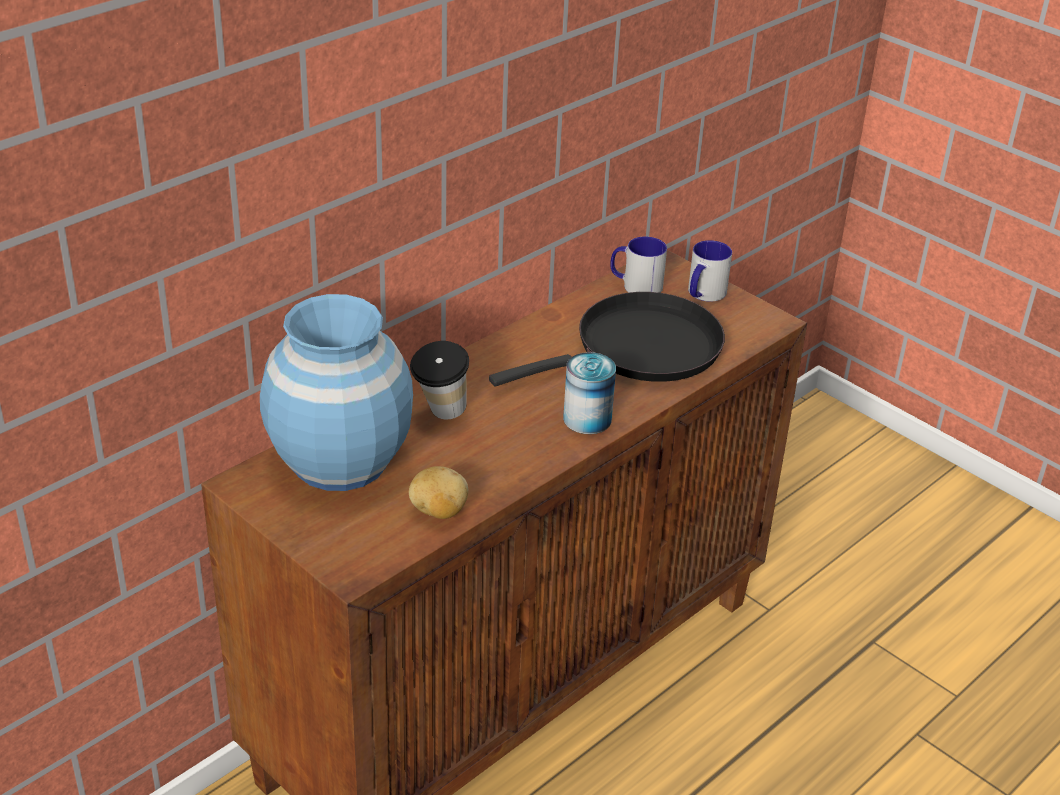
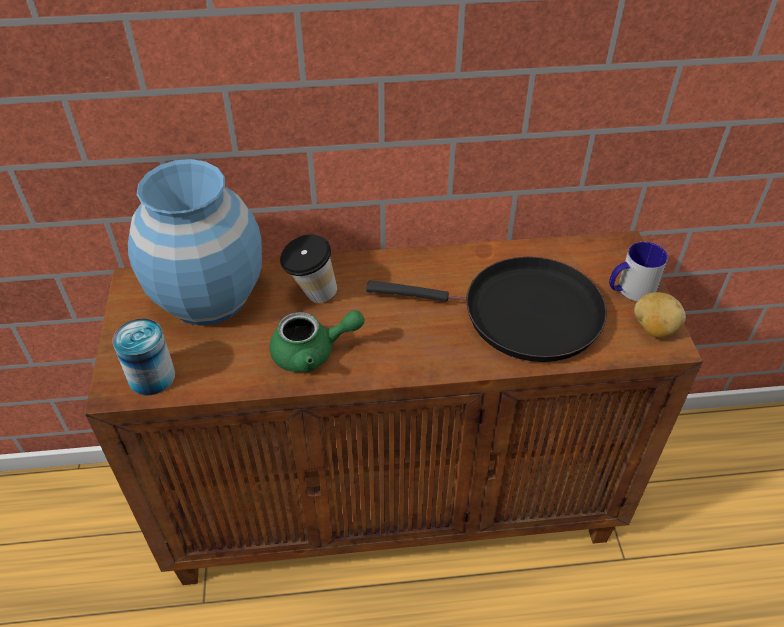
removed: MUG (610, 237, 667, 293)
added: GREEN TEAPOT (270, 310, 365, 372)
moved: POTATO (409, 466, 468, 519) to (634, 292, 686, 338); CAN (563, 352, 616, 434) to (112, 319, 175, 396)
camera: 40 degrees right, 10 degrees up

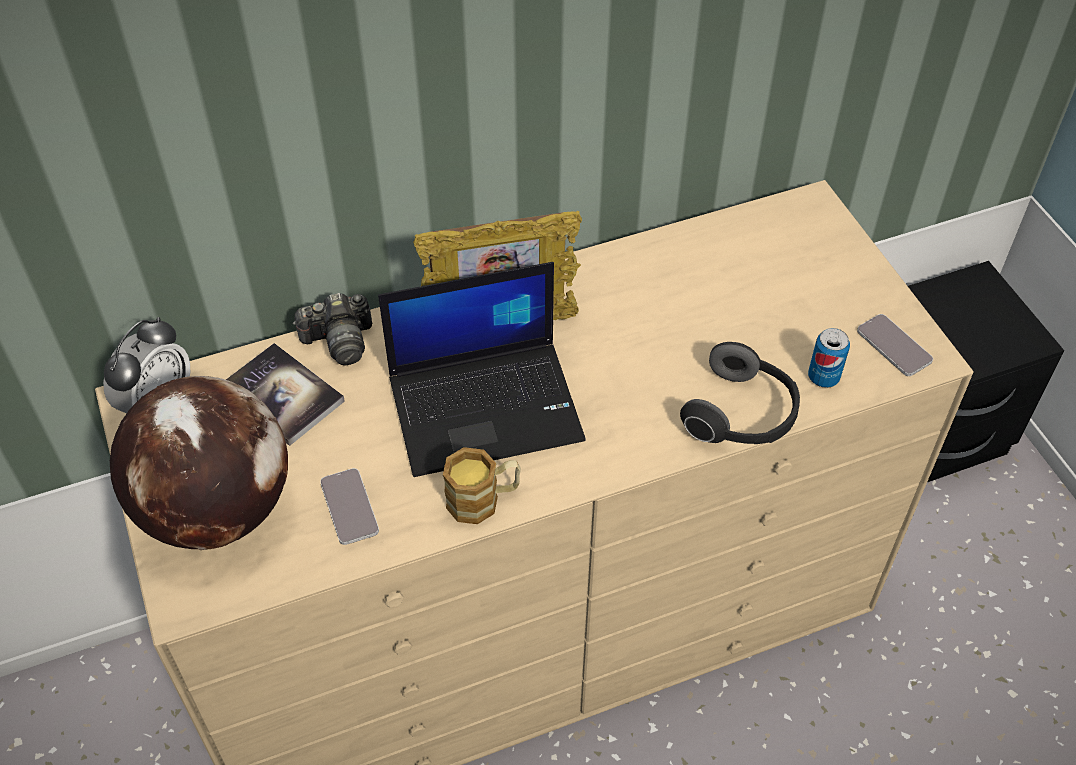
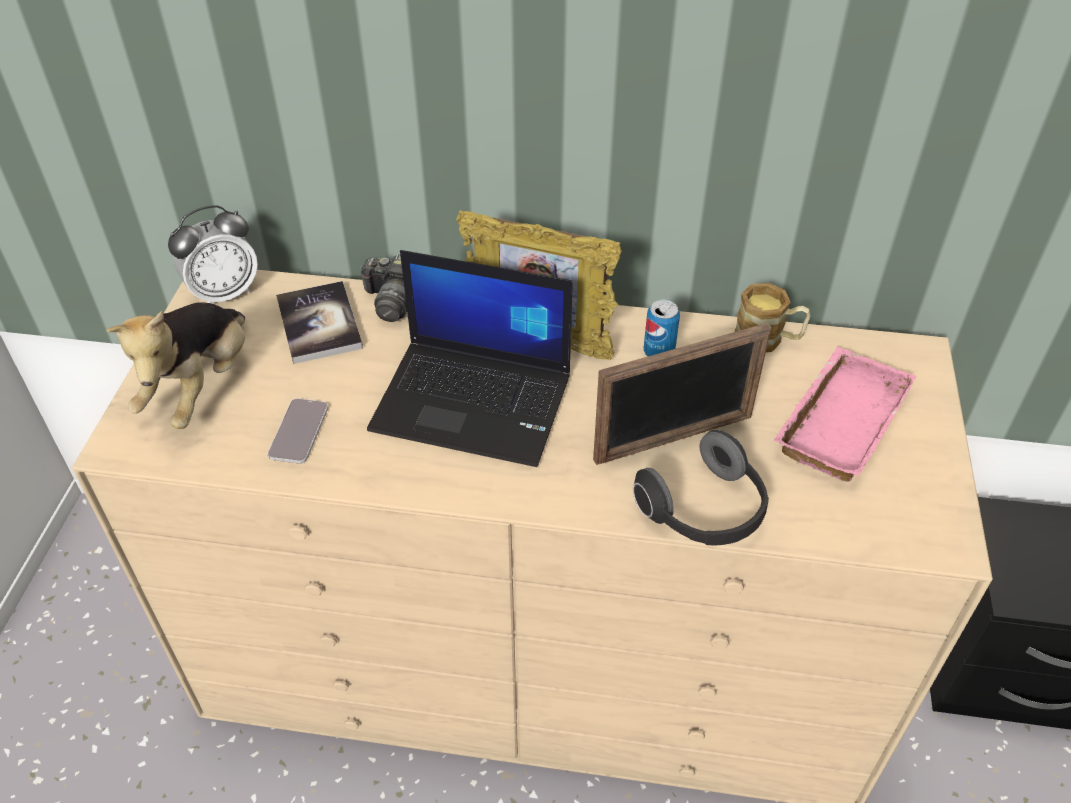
removed: PHONE (857, 314, 933, 376)
added: PICTURE FRAME (593, 323, 771, 465); PINK TRAY (774, 347, 916, 482)
moved: MUG (443, 447, 521, 524) to (734, 283, 811, 353); CAN (808, 328, 850, 388) to (644, 300, 680, 356)
replaced: GLOBE (110, 376, 288, 550) to PLUSH TOY (106, 302, 245, 429)
camera: 30 degrees right, 5 degrees down

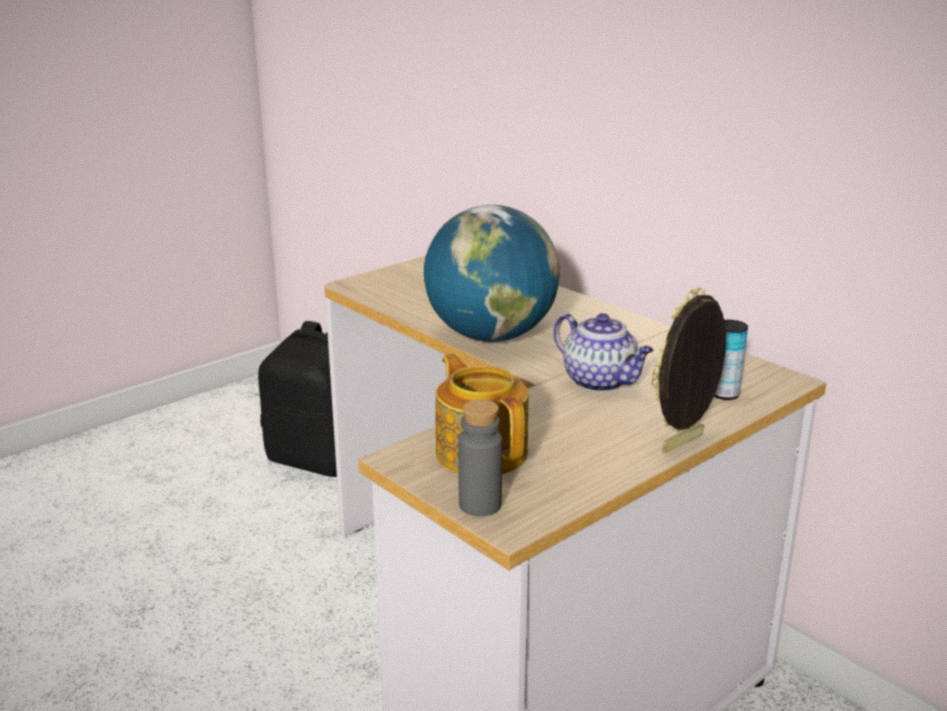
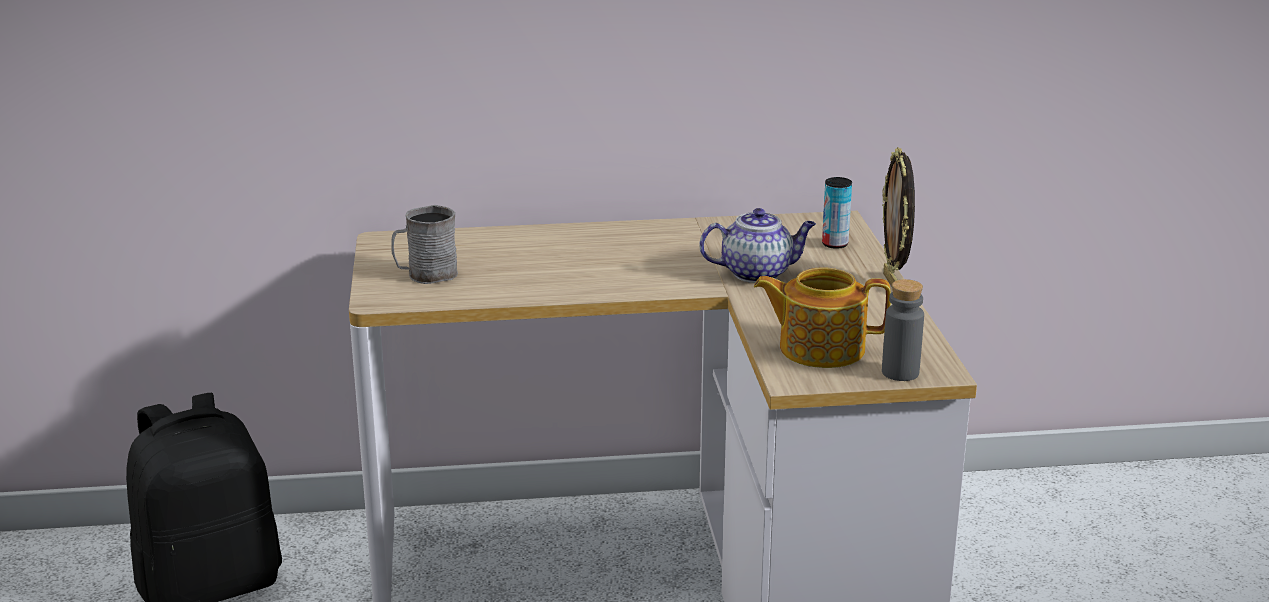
removed: GLOBE (424, 205, 560, 342)
added: GREY MUG (391, 205, 458, 284)
camera: 55 degrees left, 0 degrees up

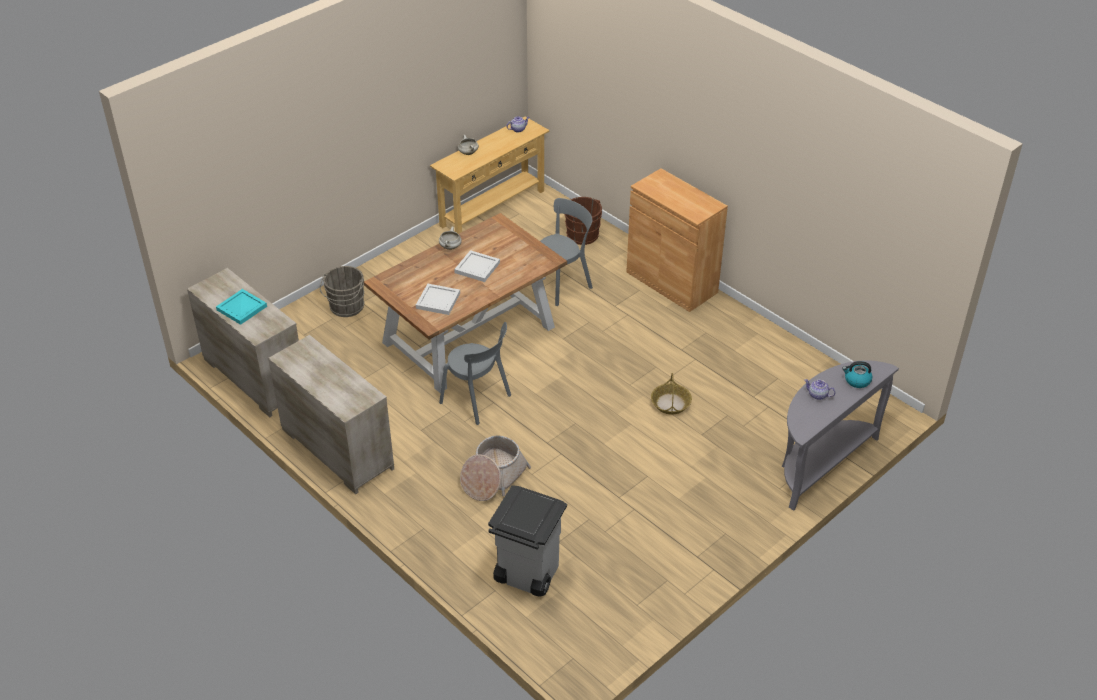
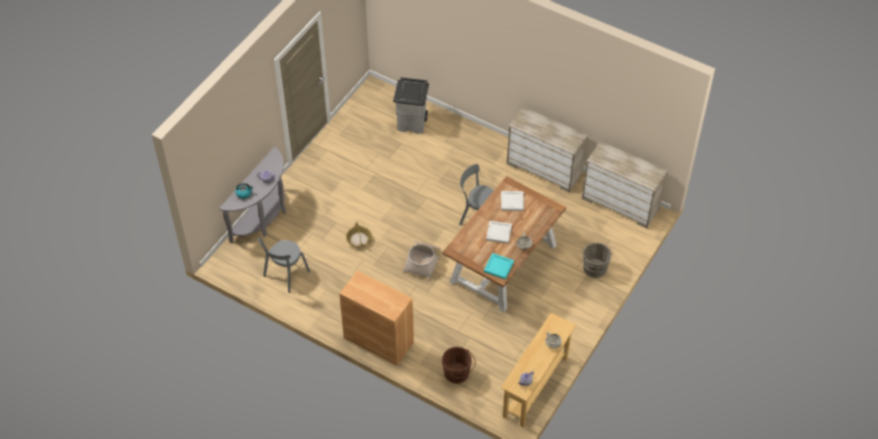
moved: TURQUOISE TRAY (216, 289, 267, 325) to (484, 253, 514, 279); BASKET (460, 436, 531, 501) to (403, 241, 441, 280); GREY CHAIR (540, 198, 593, 306) to (258, 236, 310, 293)
camera: 165 degrees right, 10 degrees up

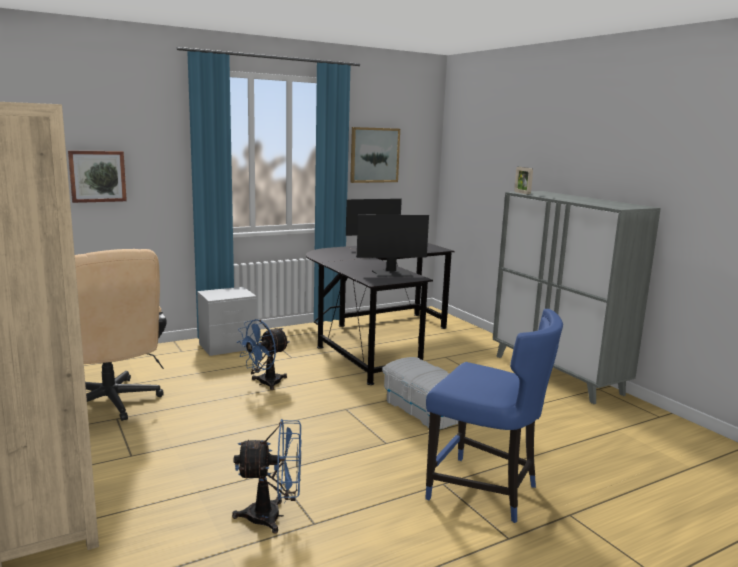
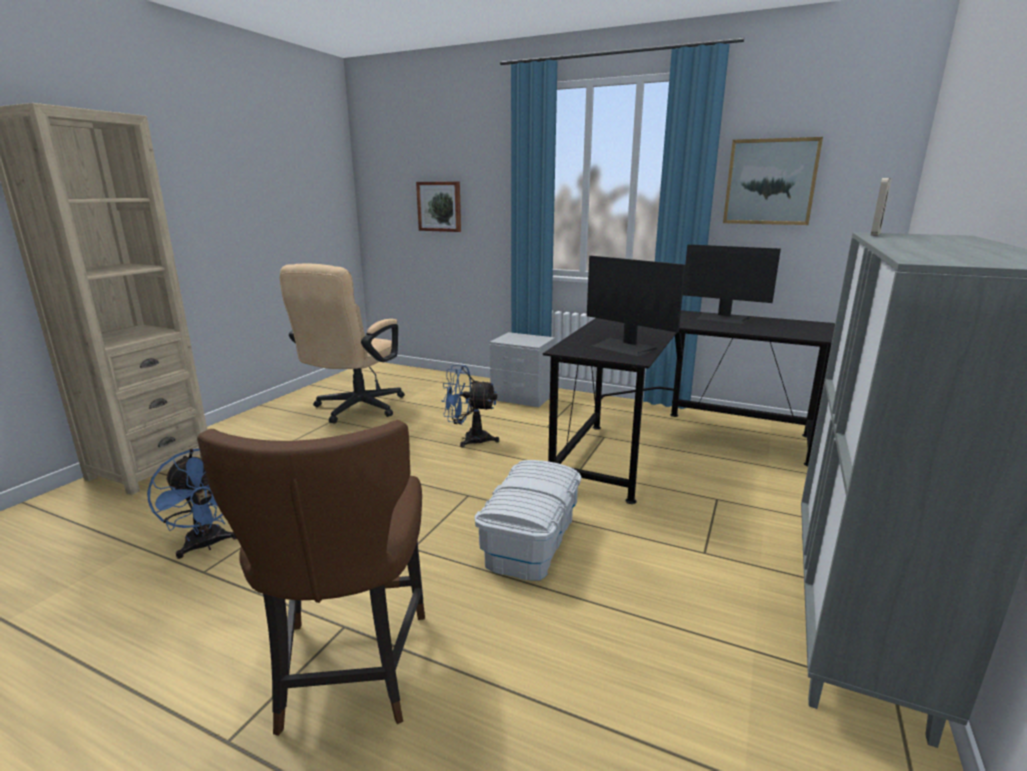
recoloured: BLUE CHAIR (425, 309, 563, 523) to BROWN CHAIR (197, 420, 425, 736)
camera: 55 degrees right, 5 degrees up

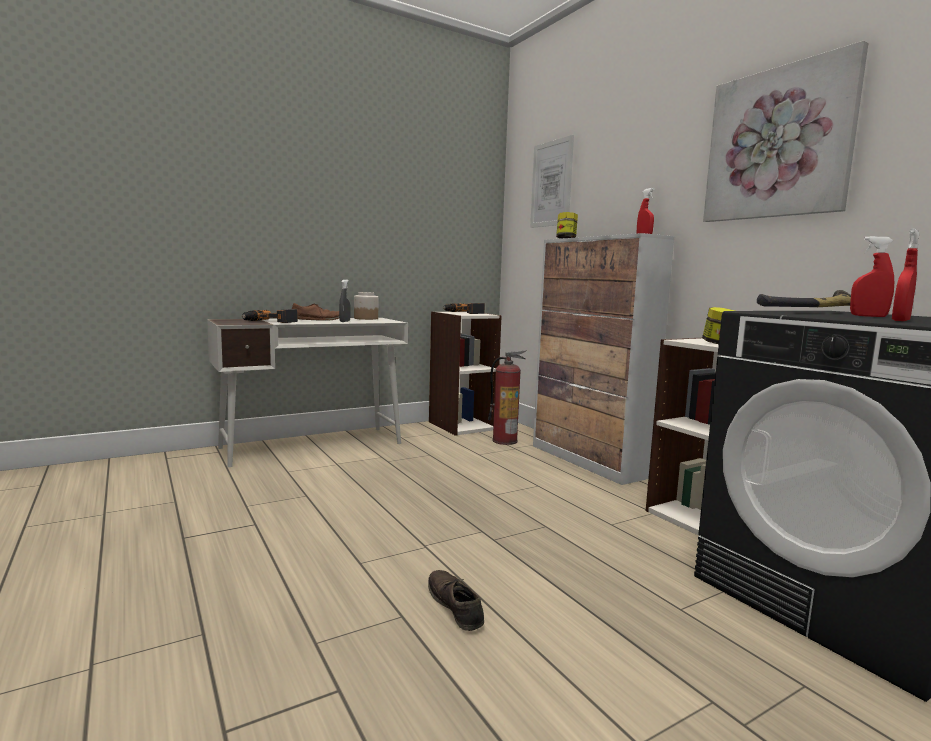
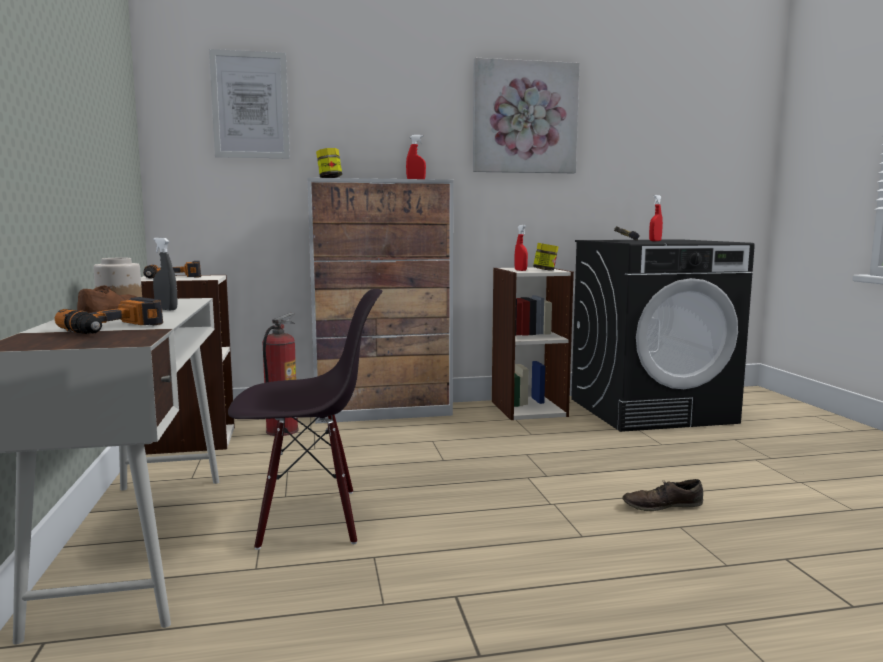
added: BLACK CHAIR (228, 289, 383, 550)
moved: RED SPRAY BOTTLE (892, 229, 920, 321) to (514, 225, 528, 271)
camera: 70 degrees left, 0 degrees up

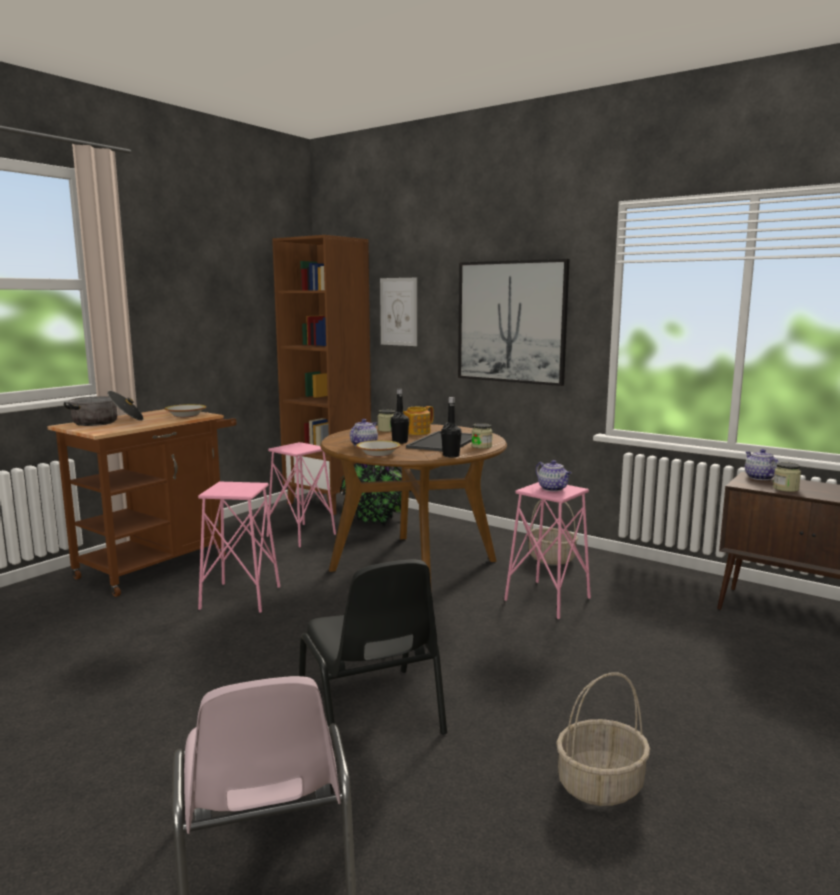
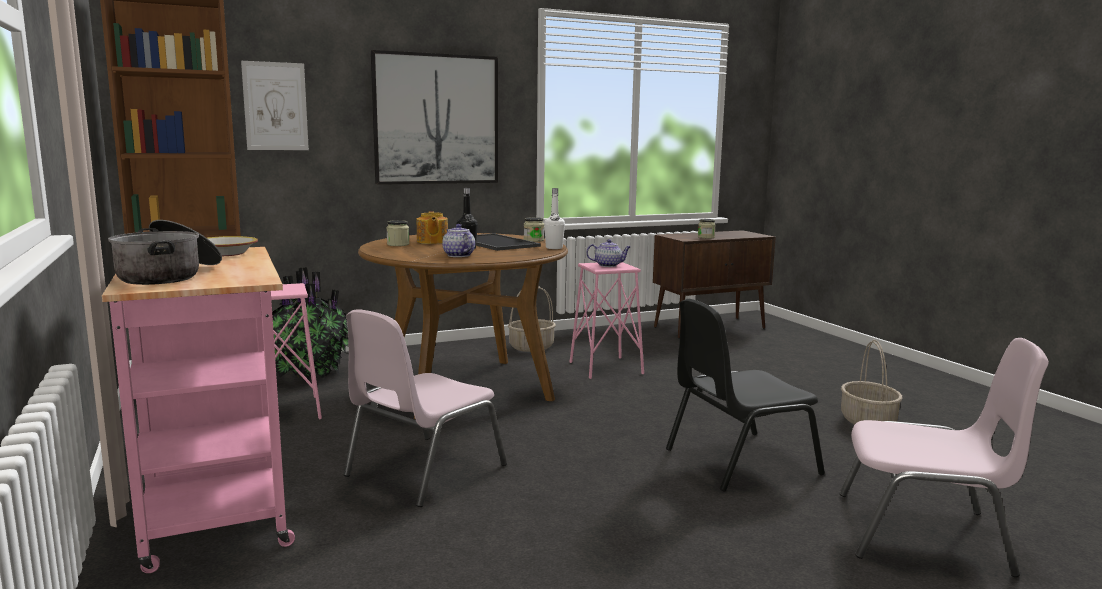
removed: BOWL (356, 440, 401, 457); TEAPOT (745, 449, 779, 480)
replaced: PINK STOOL (198, 481, 280, 613) to PINK CHAIR (344, 309, 507, 507)
recoloured: BROWN CART (47, 409, 237, 597) to PINK CART (102, 247, 295, 573); BLACK BOTTLE (441, 397, 462, 458) to WHITE BOTTLE (544, 188, 565, 249)
turned: BLACK CHAIR (299, 559, 447, 761) = (666, 299, 825, 492) 150 degrees clockwise
camera: 60 degrees left, 0 degrees up

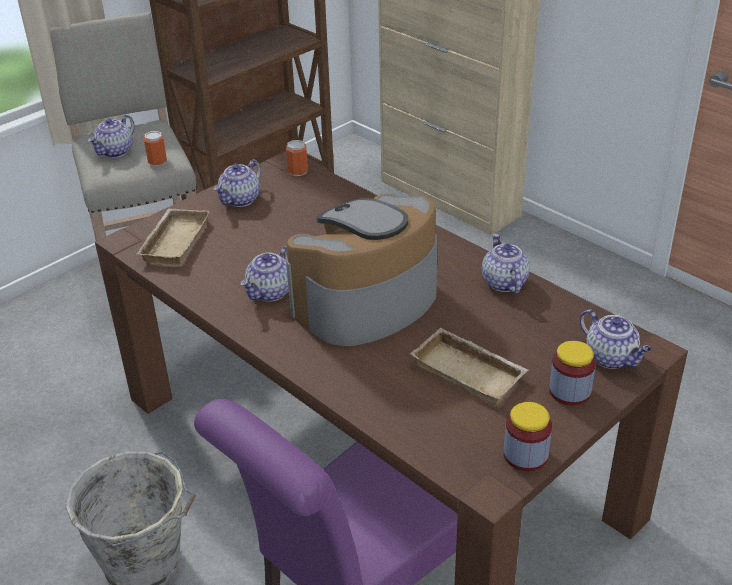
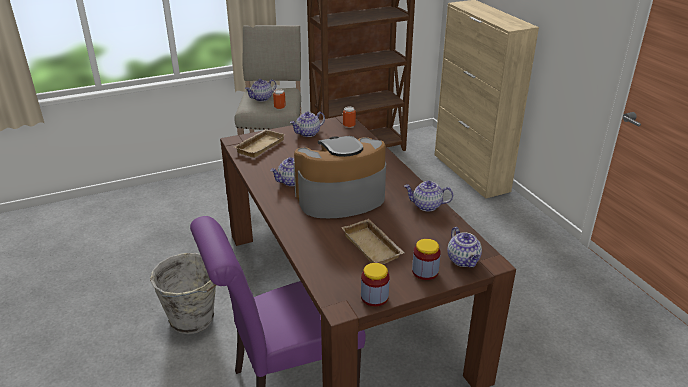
turned: TEAPOT (482, 234, 530, 294) = (404, 180, 453, 211) 90 degrees counterclockwise
camera: 20 degrees right, 5 degrees down

